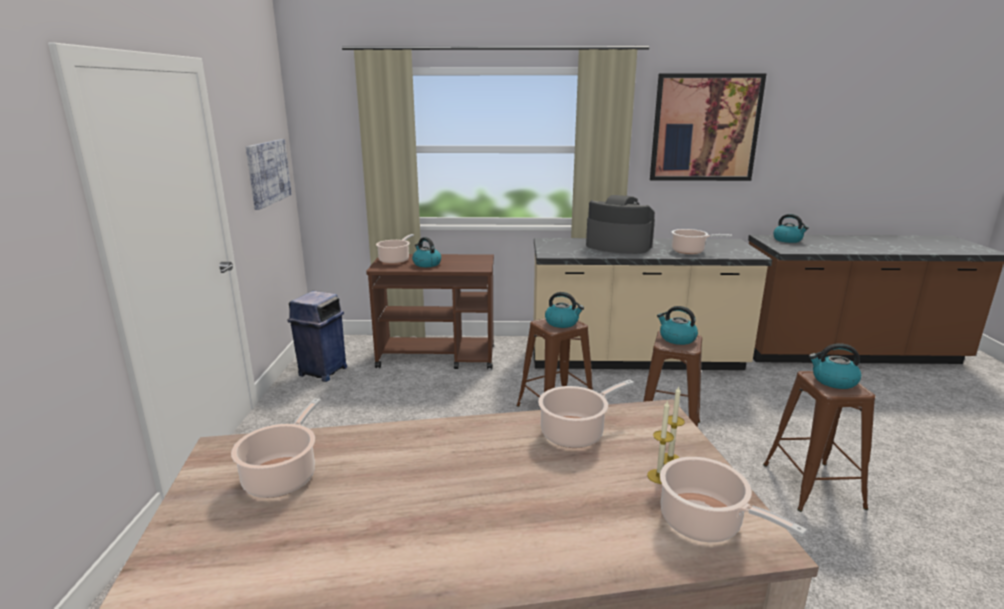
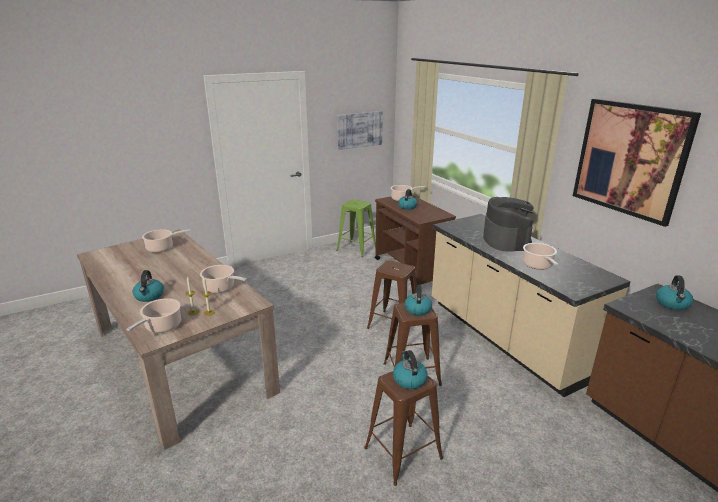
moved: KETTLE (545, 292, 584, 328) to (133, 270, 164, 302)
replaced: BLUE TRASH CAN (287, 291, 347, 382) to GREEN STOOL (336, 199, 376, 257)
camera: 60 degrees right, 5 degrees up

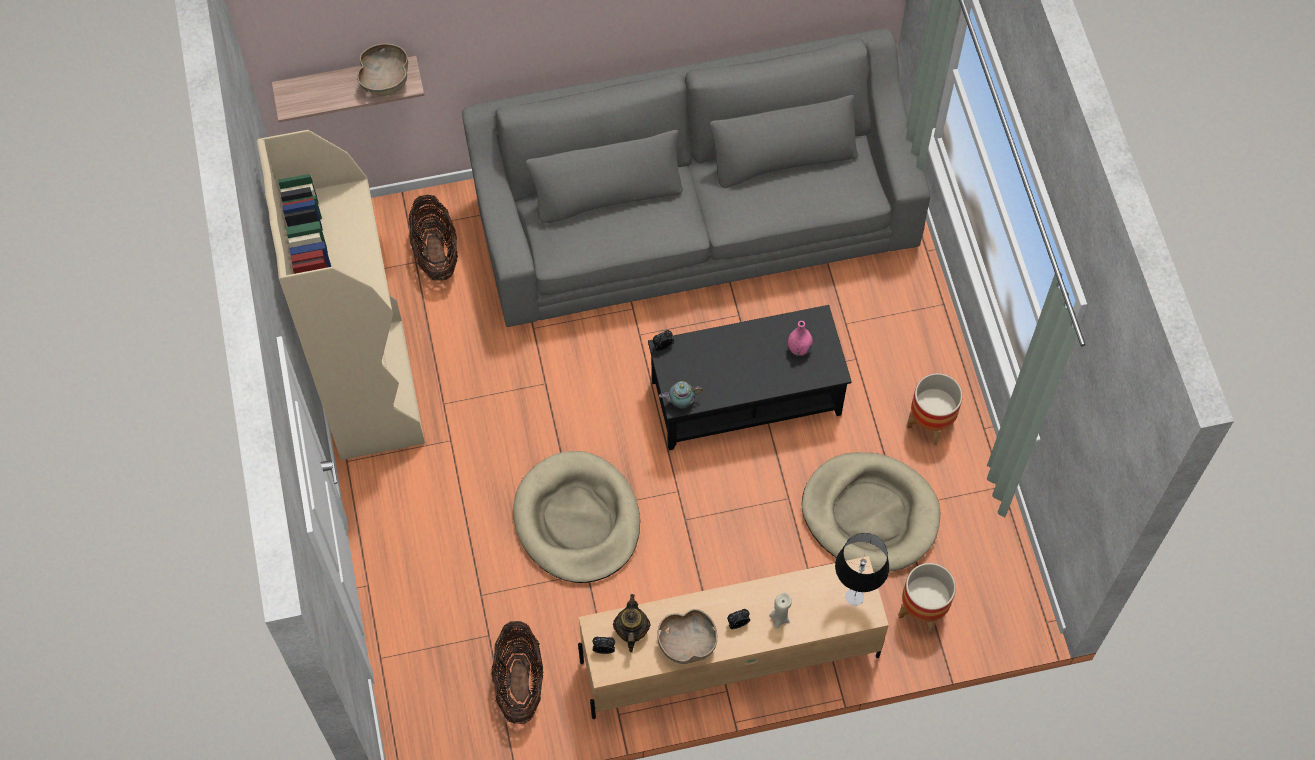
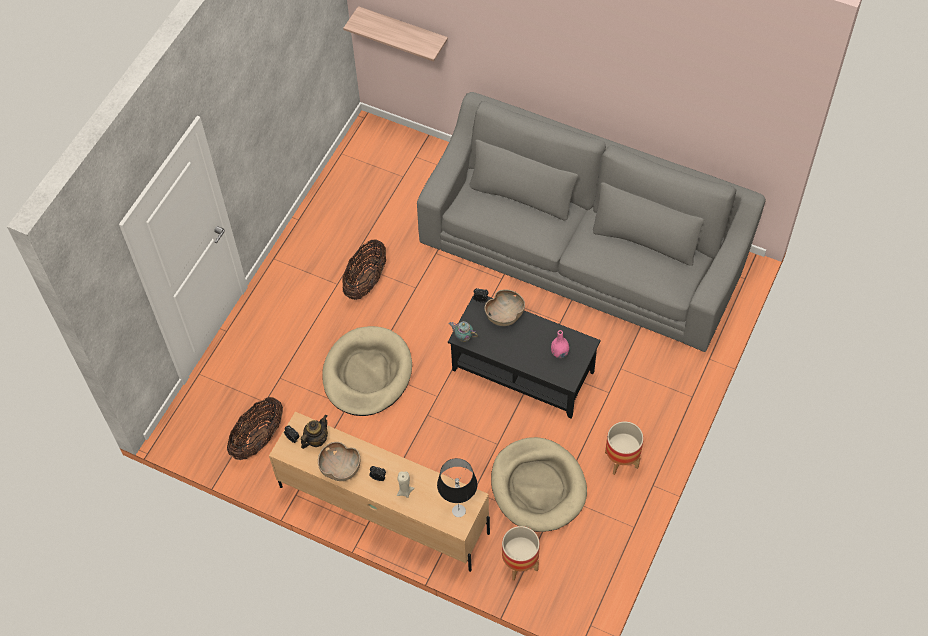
removed: BEIGE BOOKCASE (257, 130, 425, 460)
moved: BROWN BOWL (357, 43, 408, 96) to (484, 290, 525, 326); BASKET (409, 195, 458, 281) to (342, 239, 386, 300)
camera: 40 degrees right, 5 degrees down

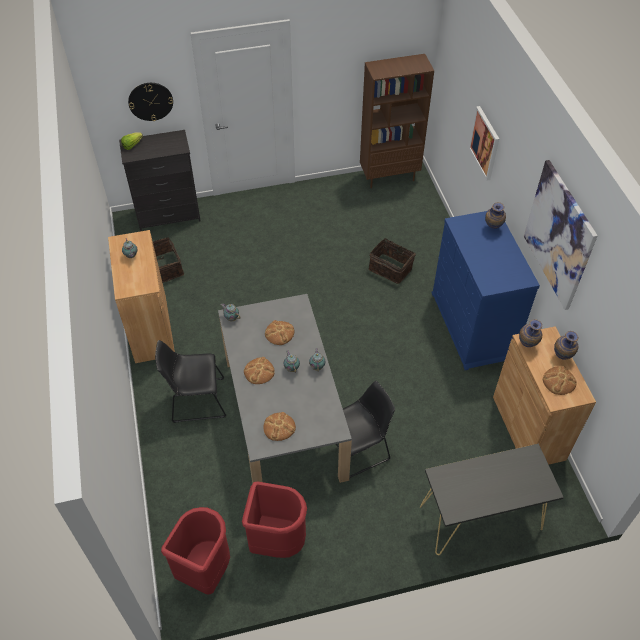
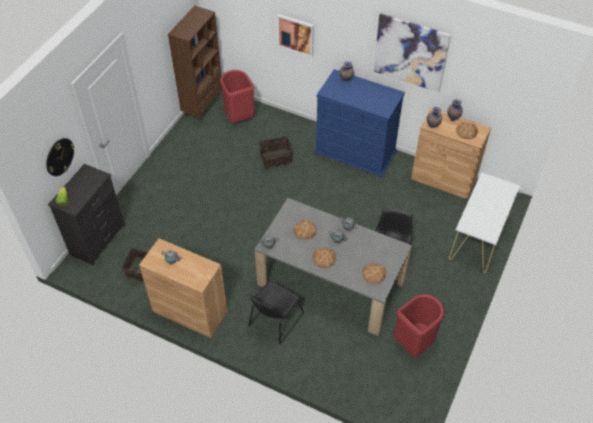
moved: RED TRASH CAN (161, 507, 230, 594) to (220, 70, 255, 123)
recoloured: BLACK CONSOLE TABLE (420, 444, 564, 555) to WHITE CONSOLE TABLE (449, 172, 520, 273)
camera: 50 degrees left, 0 degrees up

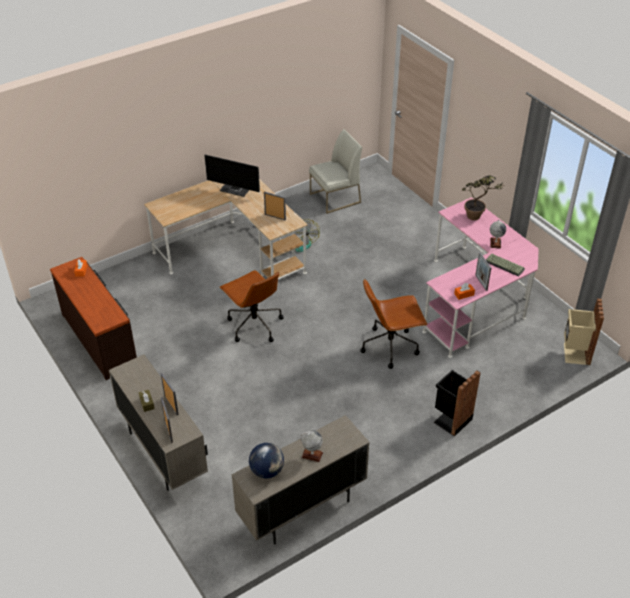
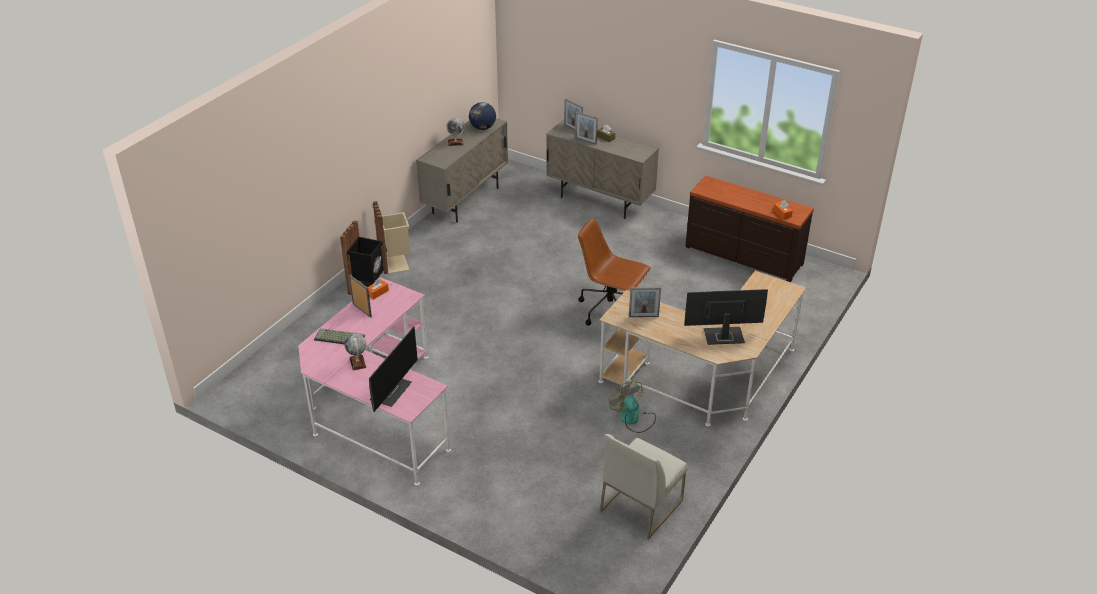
removed: BROWN OFFICE CHAIR (360, 279, 428, 369)
moved: BEIGE TRASH CAN (564, 298, 604, 365) to (373, 201, 410, 274)
replaced: POTTED PLANT (462, 175, 504, 220) to MONITOR (369, 326, 418, 412)
camera: 155 degrees right, 5 degrees down

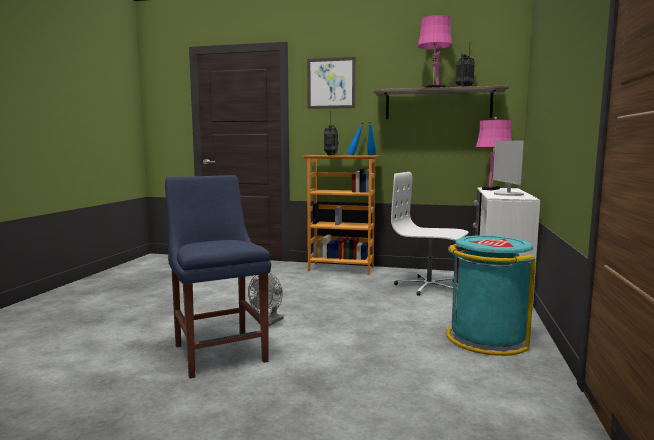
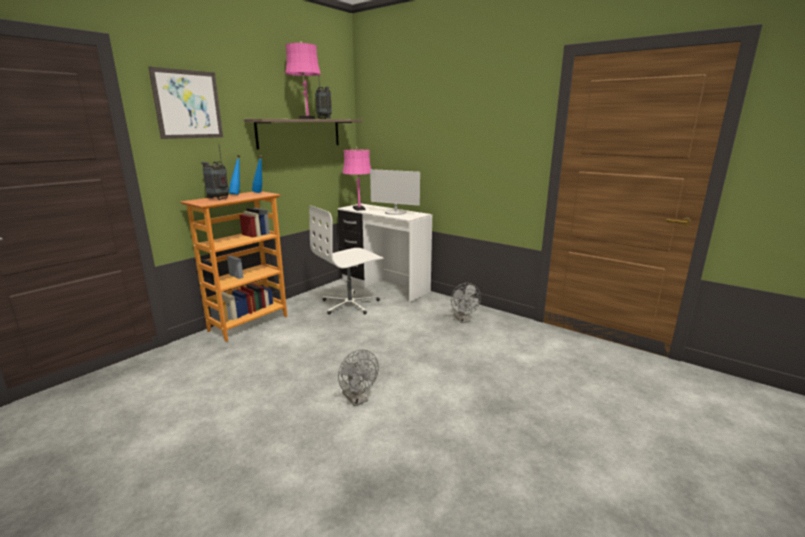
removed: BLUE CHAIR (165, 175, 271, 379)
replaced: TURQUOISE TRASH CAN (446, 235, 536, 356) to GREY FAN (451, 283, 481, 323)
camera: 65 degrees left, 10 degrees up

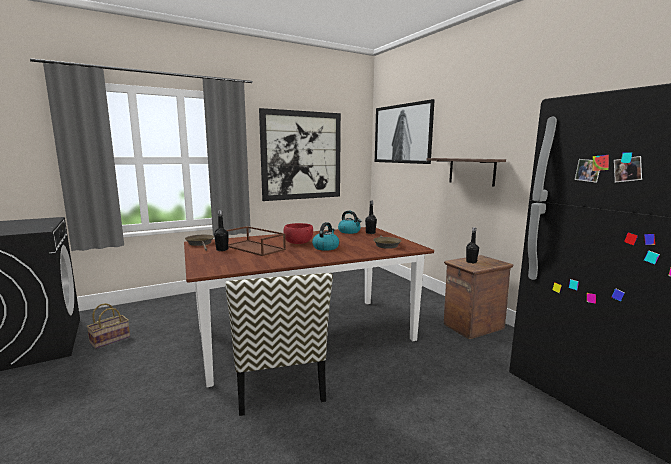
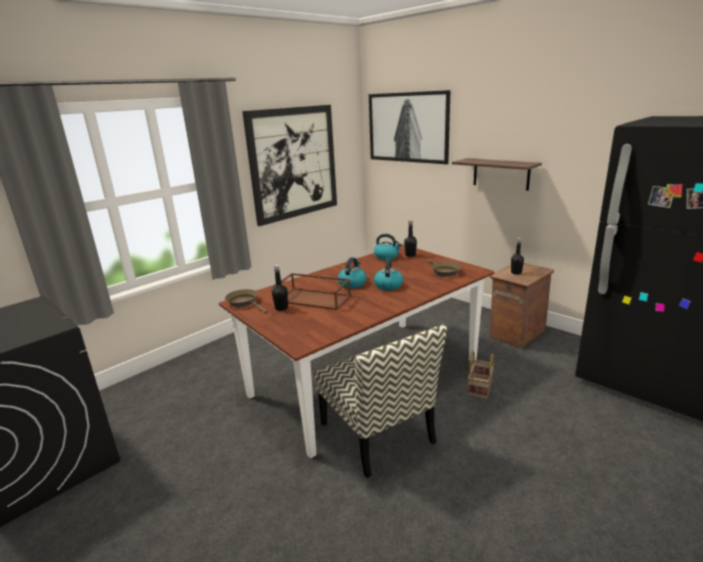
moved: BASKET (86, 303, 130, 349) to (467, 351, 494, 400)
replaced: RED BOWL (283, 223, 313, 244) to KETTLE (338, 257, 367, 288)
camera: 15 degrees left, 10 degrees up

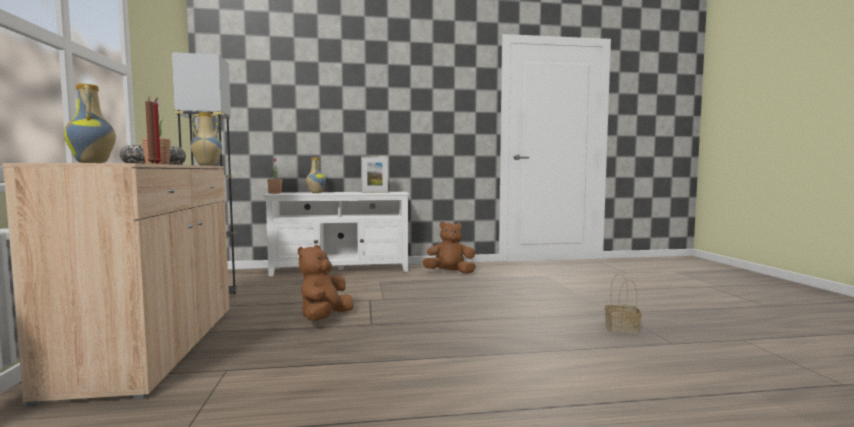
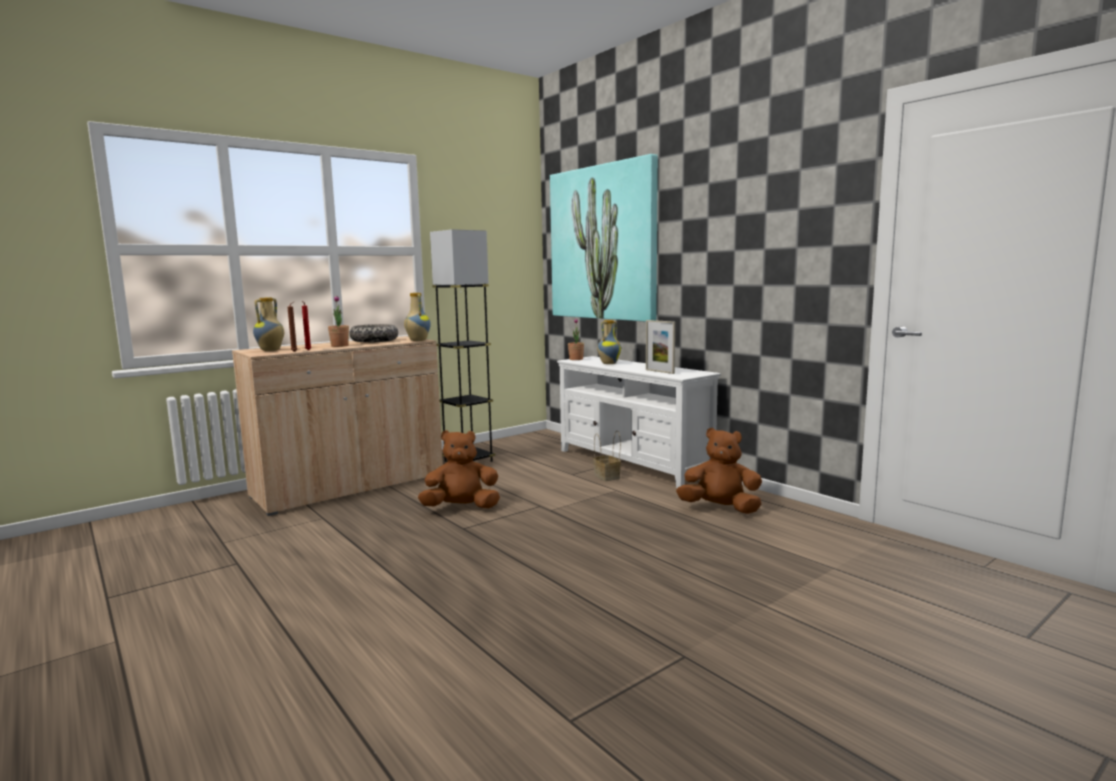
added: PICTURE (550, 154, 658, 322)
moved: BASKET (605, 273, 642, 334) to (593, 431, 621, 481)
turned: BROWN PLUSH TOY (422, 221, 476, 274) = (676, 428, 762, 514) 45 degrees counterclockwise
camera: 60 degrees right, 5 degrees up

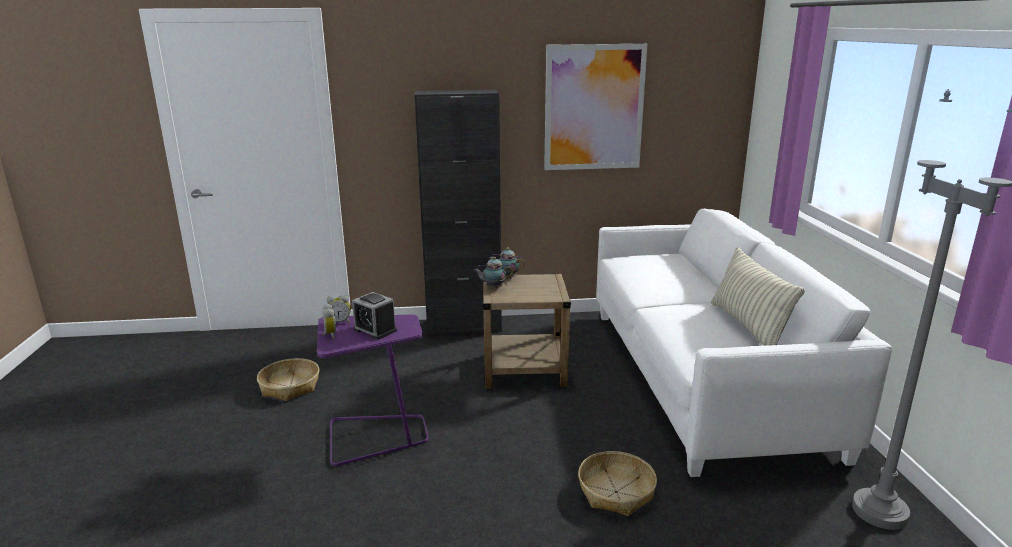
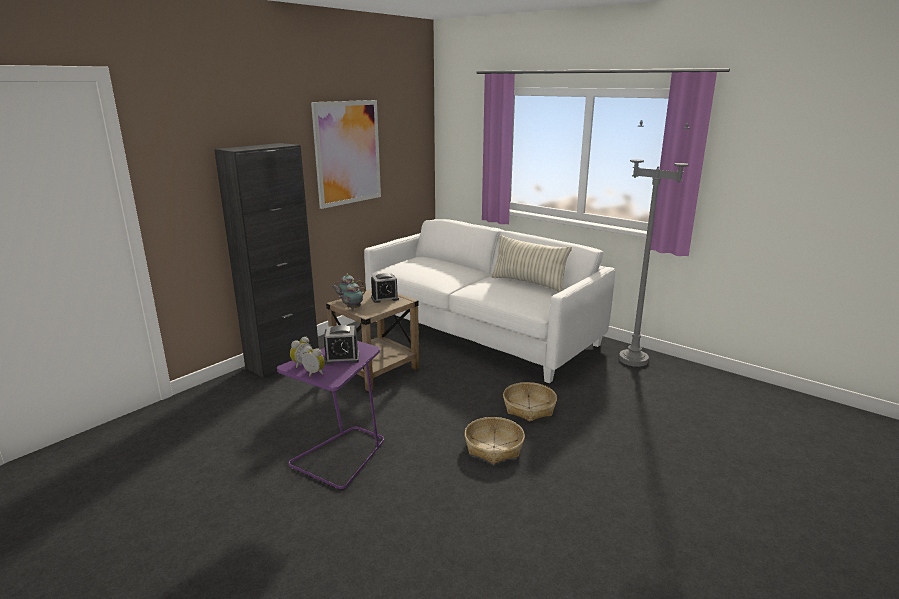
added: ALARM CLOCK (371, 273, 399, 303)
moved: BASKET (257, 358, 319, 401) to (465, 417, 525, 464)
camera: 45 degrees left, 0 degrees up

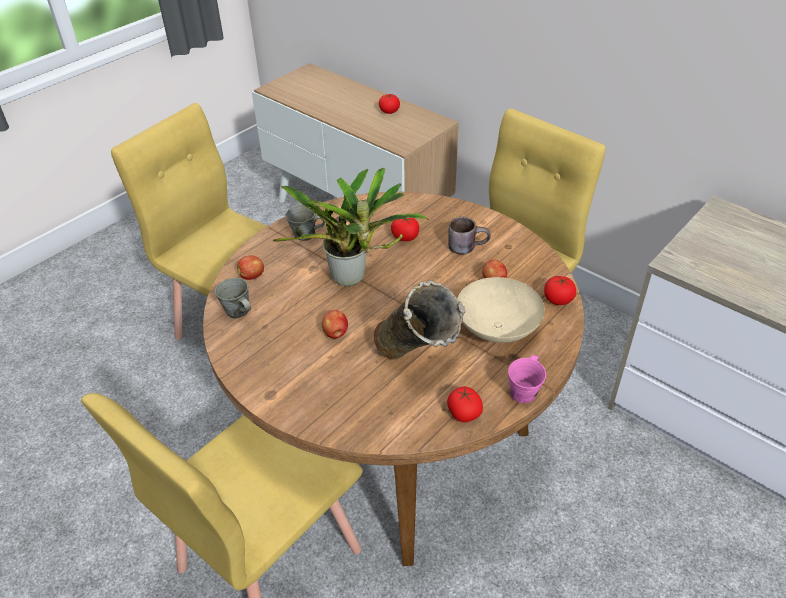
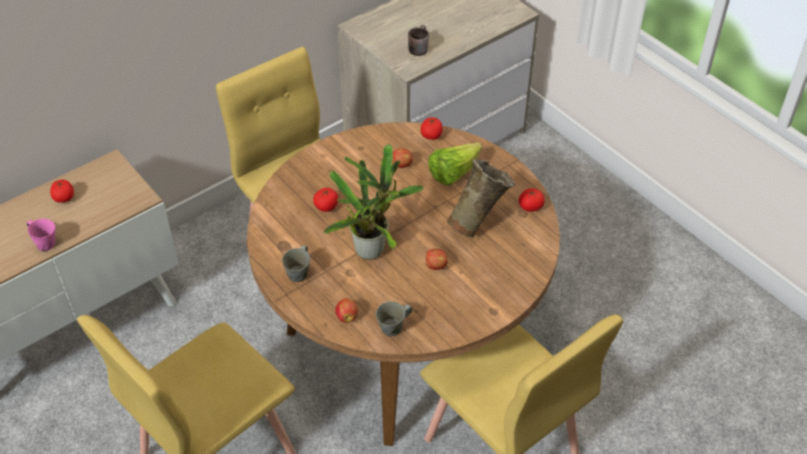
moved: BROWN MUG (448, 217, 491, 255) to (408, 25, 429, 56); PINK MUG (508, 355, 546, 403) to (26, 219, 55, 251)
replaced: BEIGE BOWL (457, 277, 545, 343) to LETTUCE (428, 143, 482, 185)
camera: 80 degrees left, 5 degrees up

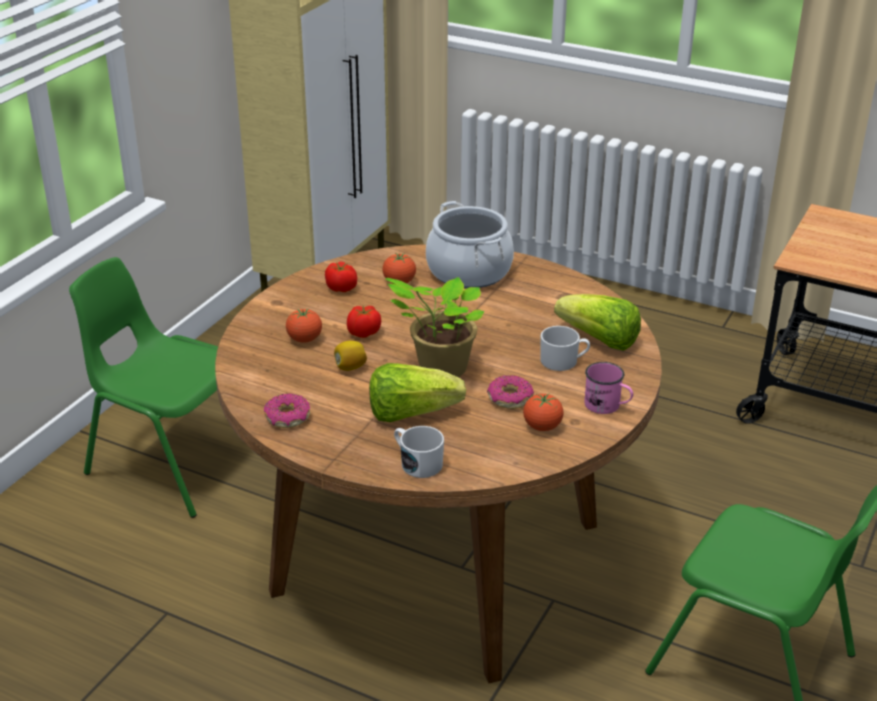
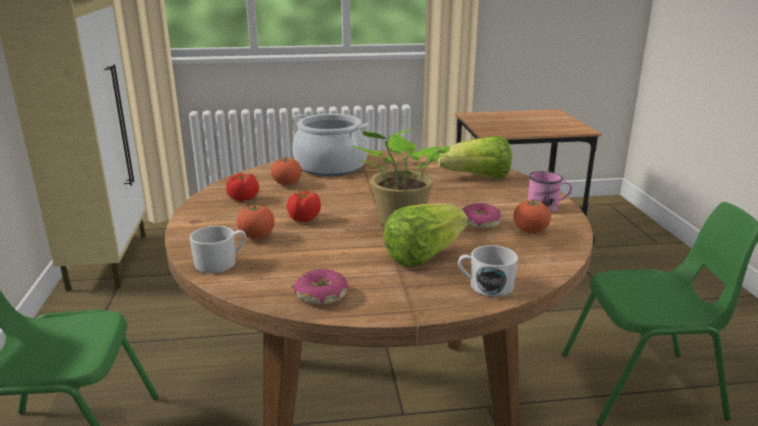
removed: LEMON (334, 341, 367, 371)
moved: WHITE MUG (540, 326, 590, 371) to (190, 226, 246, 273)
camera: 35 degrees left, 10 degrees down

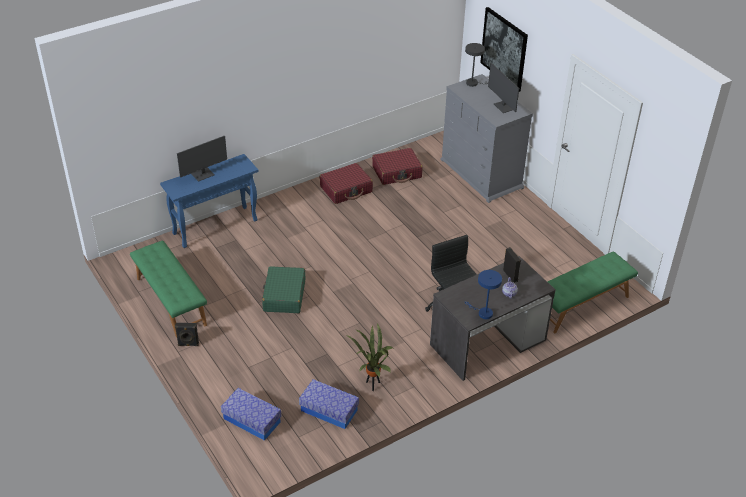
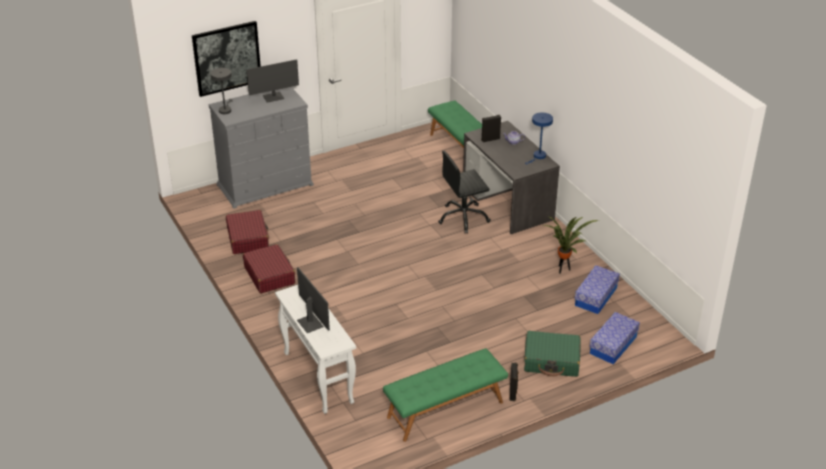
moved: GREEN SUITCASE (262, 266, 305, 313) to (524, 331, 581, 377)
recoloured: BLUE CONSOLE TABLE (160, 154, 259, 248) to WHITE CONSOLE TABLE (275, 285, 356, 414)
camera: 85 degrees left, 5 degrees down

